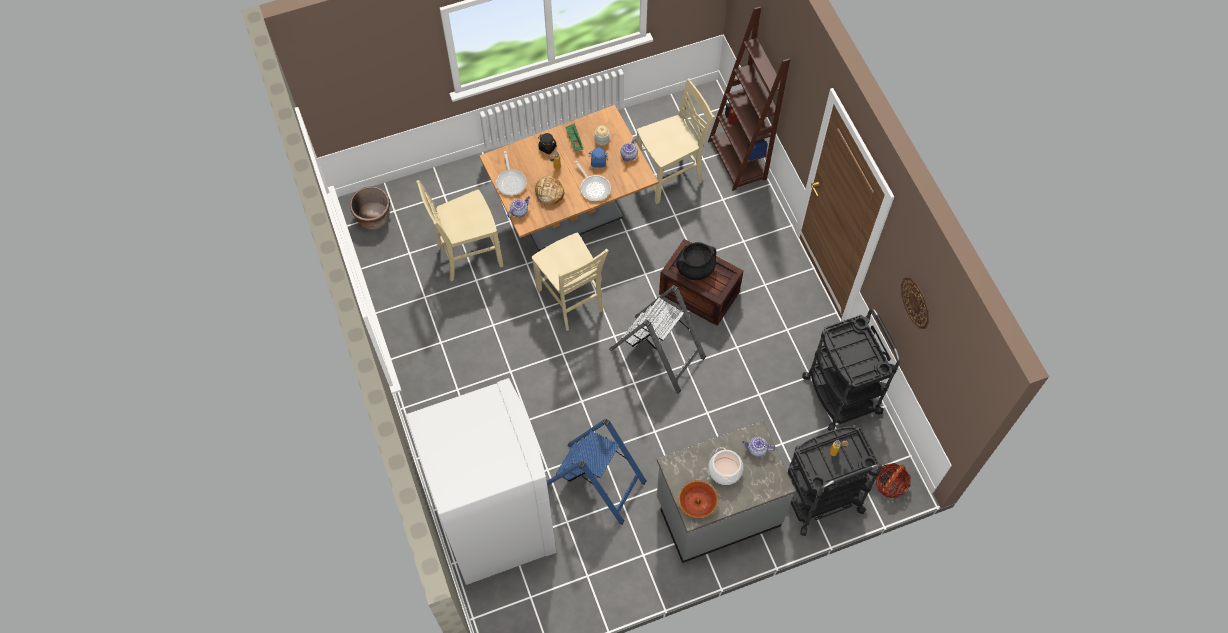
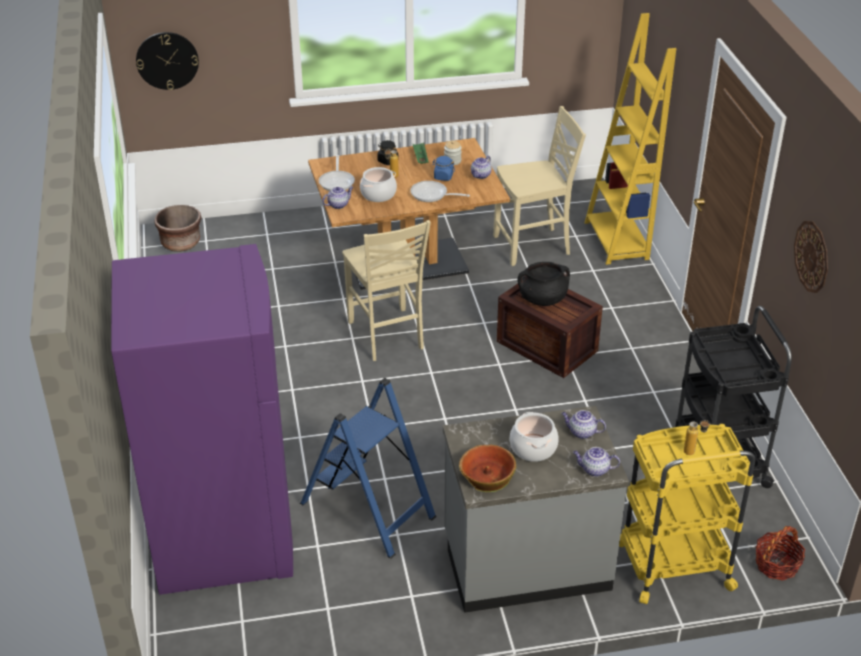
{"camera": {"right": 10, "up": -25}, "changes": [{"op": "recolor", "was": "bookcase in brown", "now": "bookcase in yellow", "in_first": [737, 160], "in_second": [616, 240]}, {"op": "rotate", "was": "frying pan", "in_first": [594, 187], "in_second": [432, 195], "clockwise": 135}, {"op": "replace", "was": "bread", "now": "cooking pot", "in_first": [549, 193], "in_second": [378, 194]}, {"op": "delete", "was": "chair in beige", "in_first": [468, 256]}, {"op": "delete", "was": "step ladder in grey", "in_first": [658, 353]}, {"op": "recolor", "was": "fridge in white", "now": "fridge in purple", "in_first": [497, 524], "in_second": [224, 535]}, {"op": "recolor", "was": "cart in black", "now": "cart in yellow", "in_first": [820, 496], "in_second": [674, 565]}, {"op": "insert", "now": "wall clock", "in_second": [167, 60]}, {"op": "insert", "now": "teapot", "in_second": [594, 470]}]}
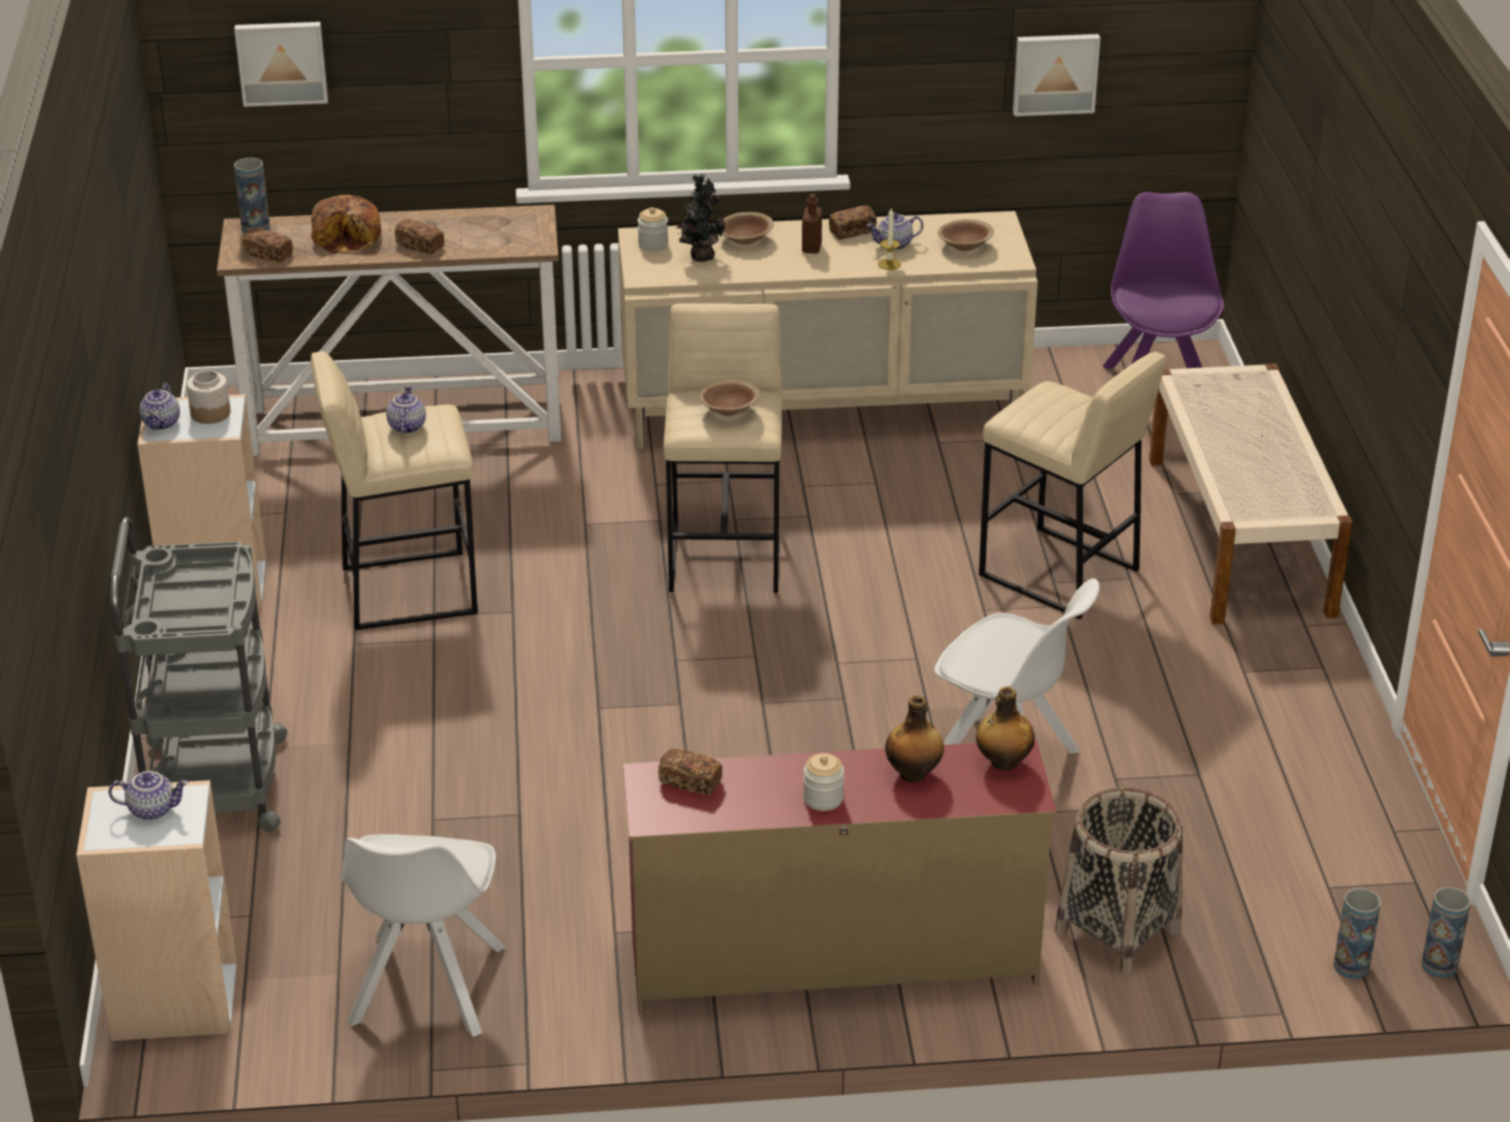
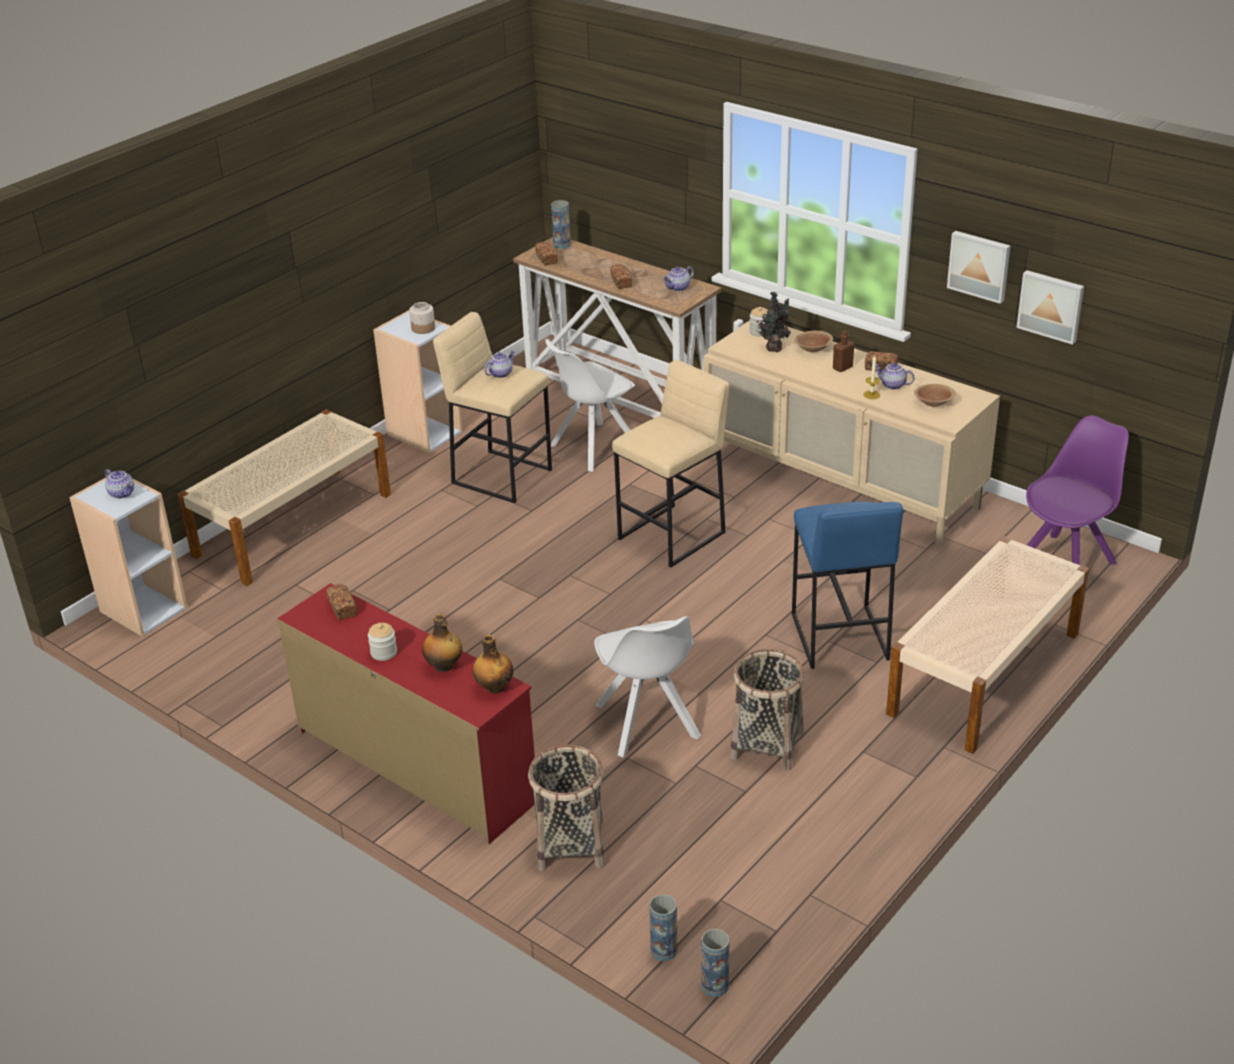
{"camera": {"right": 45, "up": 0}, "changes": [{"op": "move", "was": "picture", "in_first": [282, 62], "in_second": [979, 265]}, {"op": "delete", "was": "bread", "in_first": [348, 237]}, {"op": "recolor", "was": "stool in beige", "now": "stool in blue", "in_first": [1061, 573], "in_second": [840, 638]}, {"op": "delete", "was": "bowl in brown", "in_first": [729, 410]}, {"op": "move", "was": "teapot", "in_first": [162, 423], "in_second": [678, 288]}, {"op": "replace", "was": "cart in grey", "now": "bench in beige", "in_first": [214, 787], "in_second": [292, 524]}, {"op": "move", "was": "chair in white", "in_first": [426, 987], "in_second": [593, 447]}, {"op": "insert", "now": "basket", "in_second": [766, 745]}]}
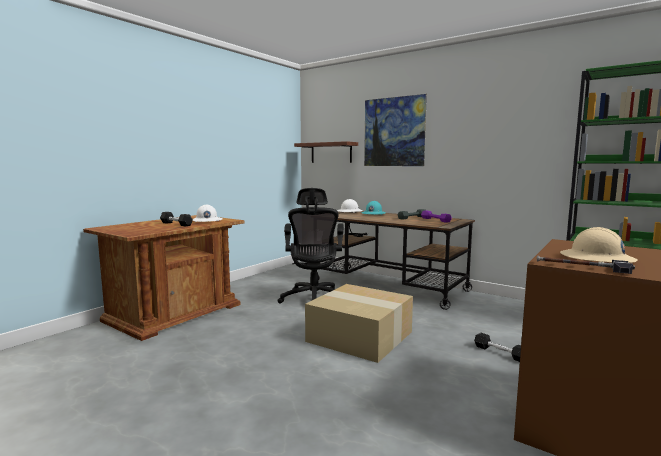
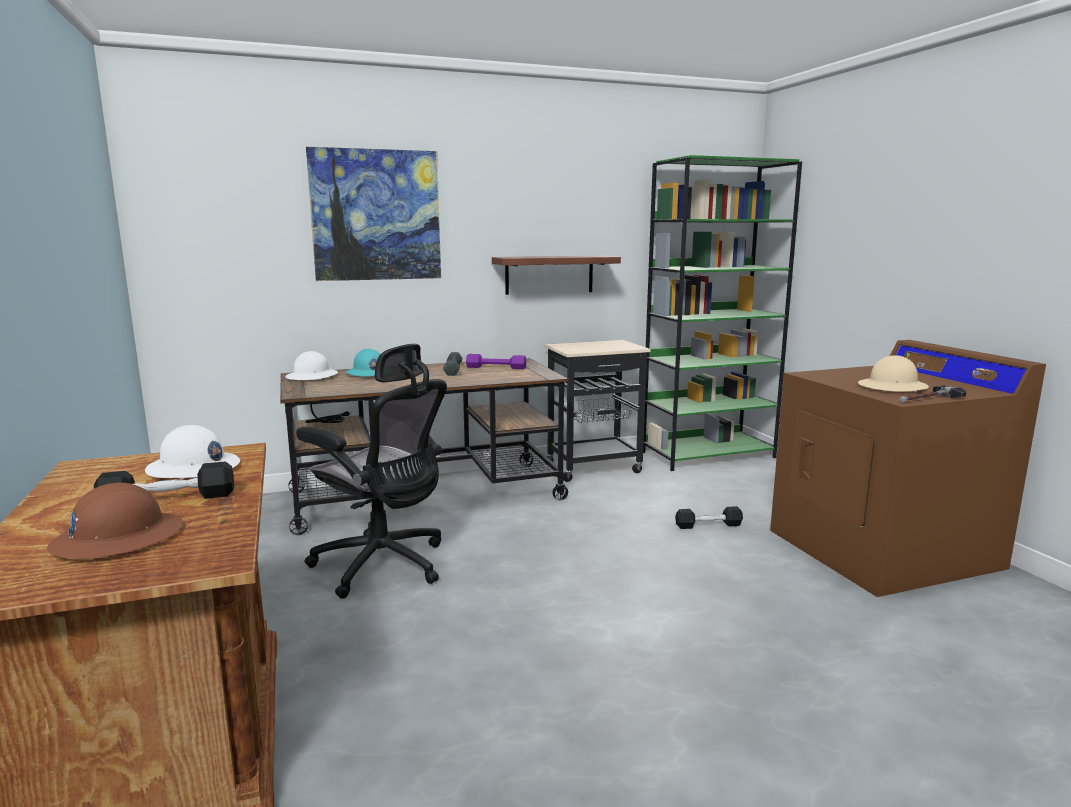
{"camera": {"right": -55, "up": 5}, "changes": [{"op": "move", "was": "shelf", "in_first": [331, 153], "in_second": [549, 274]}, {"op": "delete", "was": "cardboard box", "in_first": [361, 336]}, {"op": "insert", "now": "cart", "in_second": [594, 468]}, {"op": "insert", "now": "hard hat in brown", "in_second": [118, 538]}]}
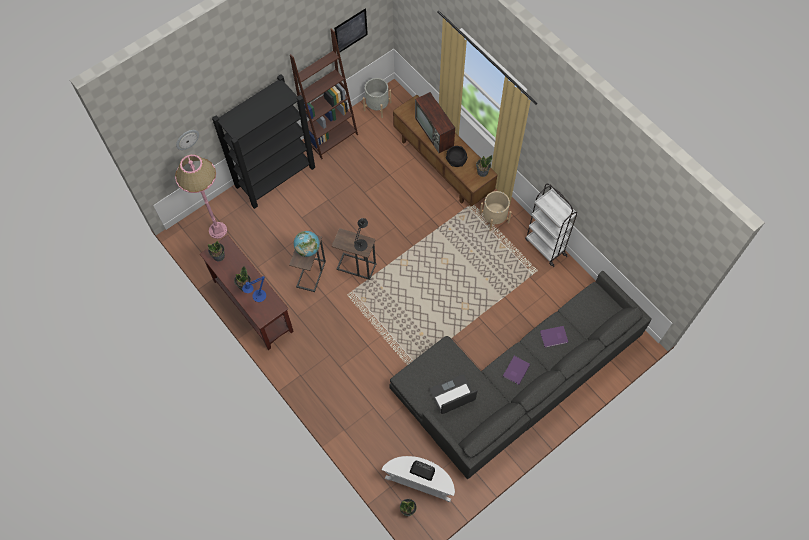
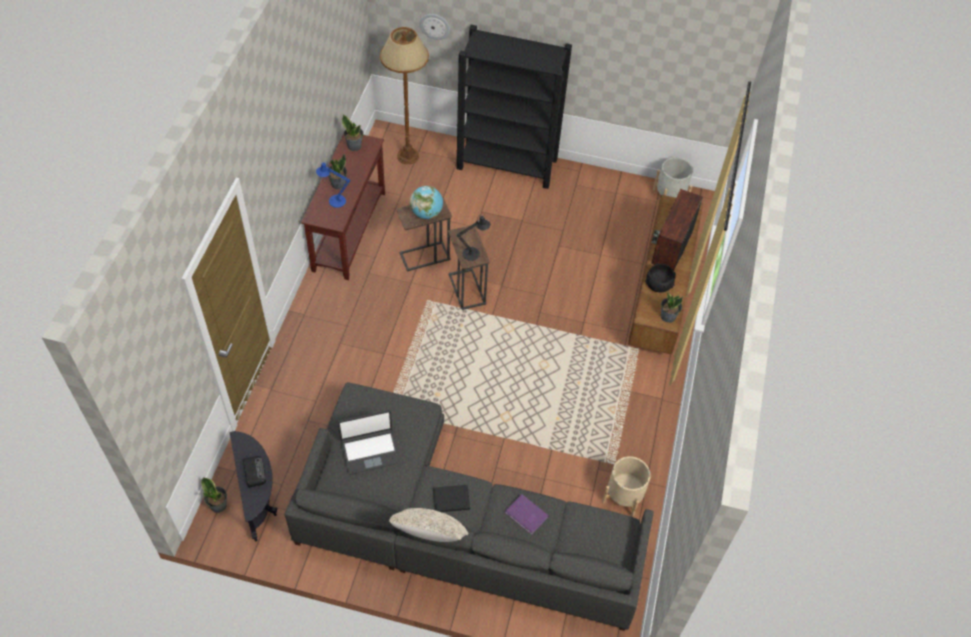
{"camera": {"right": 50, "up": -10}, "changes": [{"op": "delete", "was": "picture", "in_first": [351, 31]}, {"op": "delete", "was": "bookcase in brown", "in_first": [331, 138]}, {"op": "recolor", "was": "floor lamp in pink", "now": "floor lamp in brown", "in_first": [218, 230], "in_second": [408, 156]}, {"op": "delete", "was": "cart in white", "in_first": [545, 247]}, {"op": "move", "was": "planter in beige", "in_first": [494, 218], "in_second": [623, 496]}, {"op": "recolor", "was": "book in purple", "now": "book in black", "in_first": [515, 370], "in_second": [450, 498]}, {"op": "rotate", "was": "laptop", "in_first": [452, 395], "in_second": [370, 451], "clockwise": 135}, {"op": "recolor", "was": "side table in white", "now": "side table in black", "in_first": [420, 482], "in_second": [259, 498]}, {"op": "insert", "now": "pillow in beige", "in_second": [429, 538]}]}
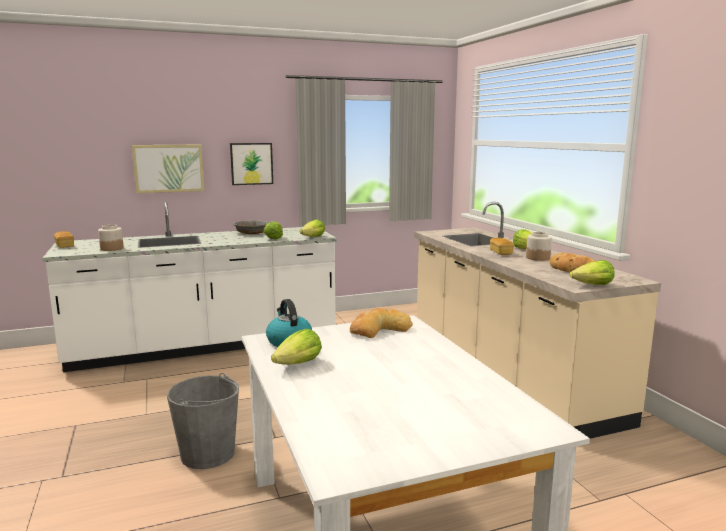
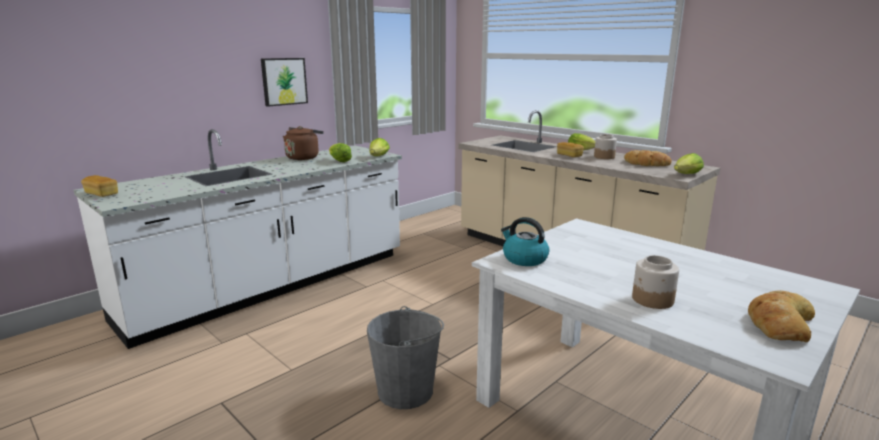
{"camera": {"right": -25, "up": 5}, "changes": [{"op": "delete", "was": "picture", "in_first": [168, 168]}, {"op": "replace", "was": "bowl in grey", "now": "kettle in brown", "in_first": [251, 232], "in_second": [303, 157]}, {"op": "move", "was": "jar", "in_first": [111, 249], "in_second": [652, 300]}, {"op": "move", "was": "bread", "in_first": [379, 329], "in_second": [779, 323]}, {"op": "delete", "was": "lettuce", "in_first": [298, 364]}]}
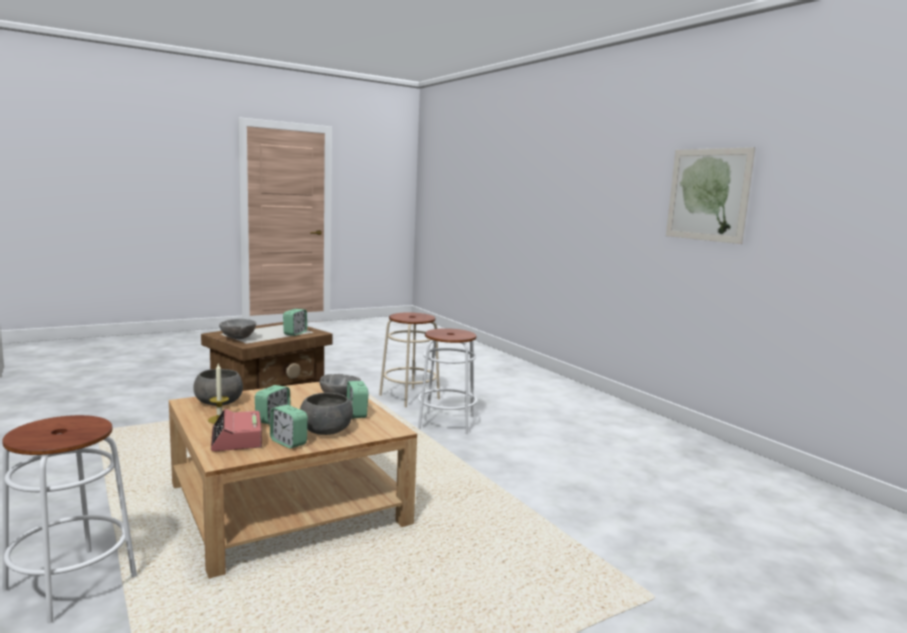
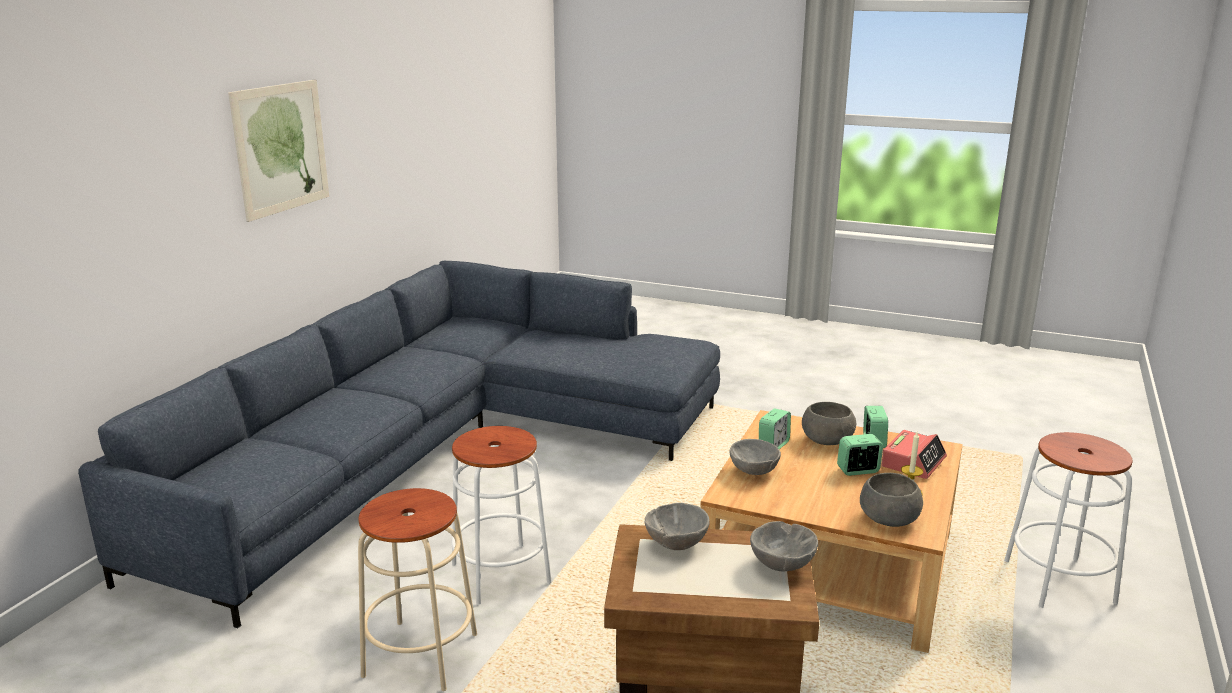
{"camera": {"right": -125, "up": 10}, "changes": [{"op": "replace", "was": "alarm clock", "now": "bowl in grey", "in_first": [295, 333], "in_second": [676, 544]}, {"op": "insert", "now": "sofa in blue", "in_second": [446, 449]}]}
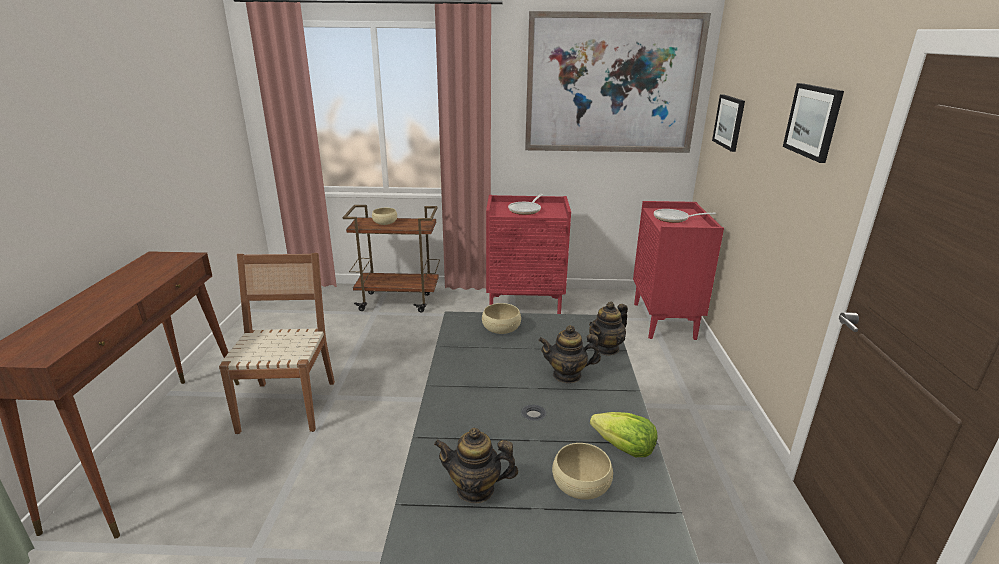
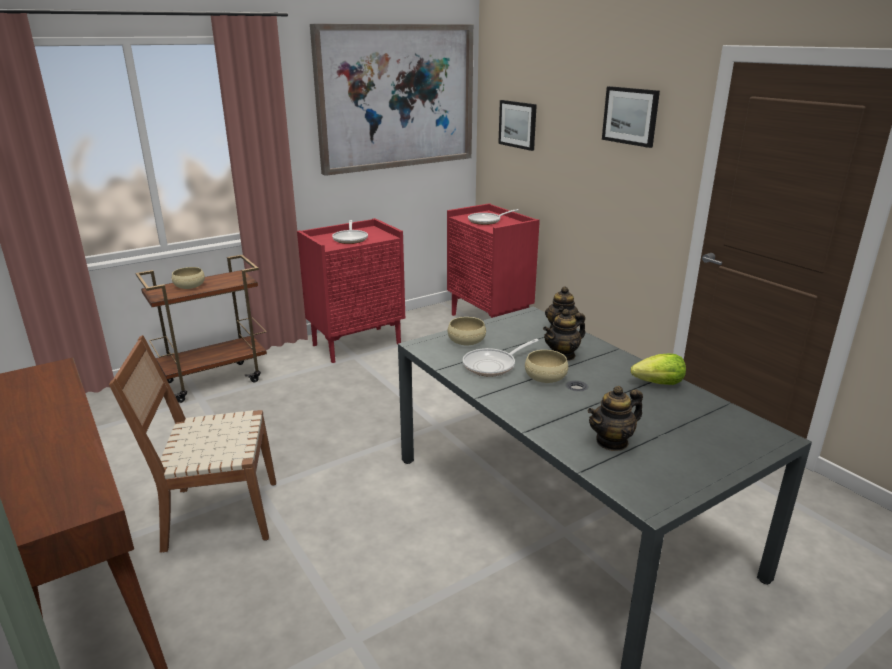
{"camera": {"right": -35, "up": 0}, "changes": [{"op": "rotate", "was": "chair", "in_first": [289, 403], "in_second": [216, 515], "clockwise": -60}, {"op": "move", "was": "bowl in beige", "in_first": [580, 484], "in_second": [545, 377]}, {"op": "insert", "now": "frying pan", "in_second": [493, 365]}]}
